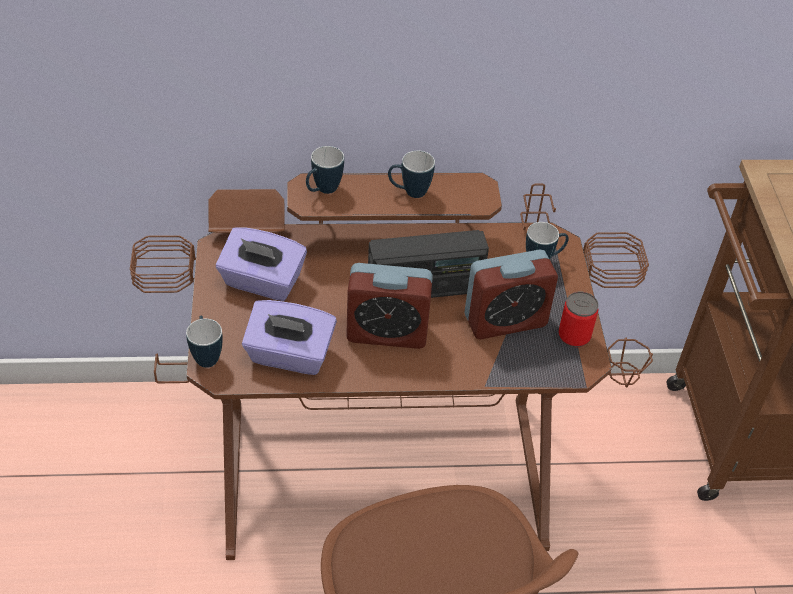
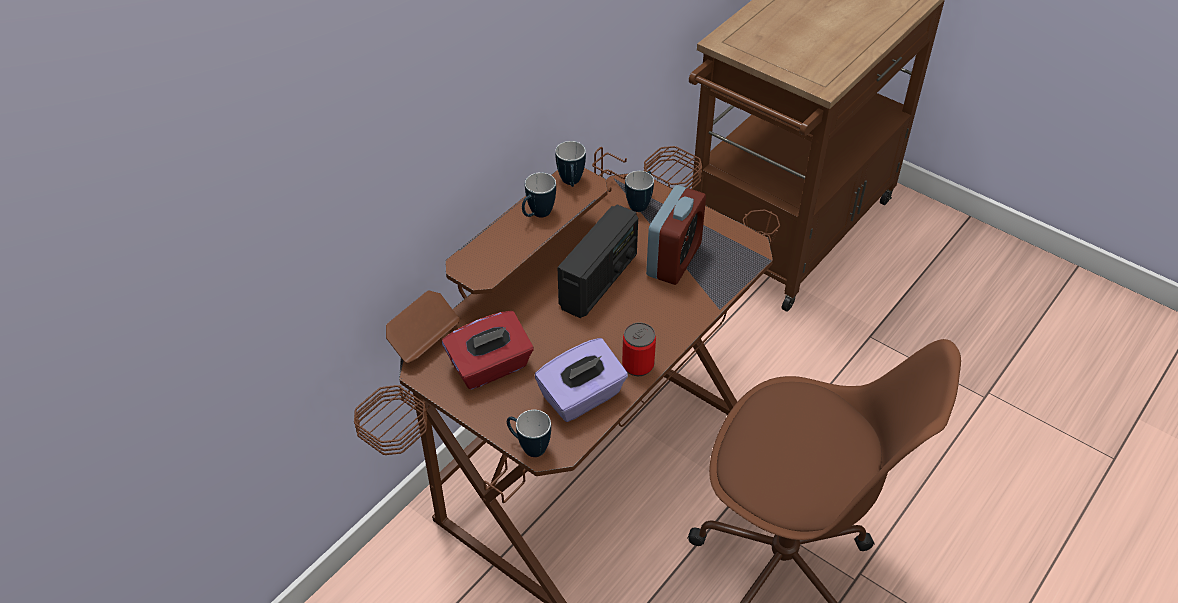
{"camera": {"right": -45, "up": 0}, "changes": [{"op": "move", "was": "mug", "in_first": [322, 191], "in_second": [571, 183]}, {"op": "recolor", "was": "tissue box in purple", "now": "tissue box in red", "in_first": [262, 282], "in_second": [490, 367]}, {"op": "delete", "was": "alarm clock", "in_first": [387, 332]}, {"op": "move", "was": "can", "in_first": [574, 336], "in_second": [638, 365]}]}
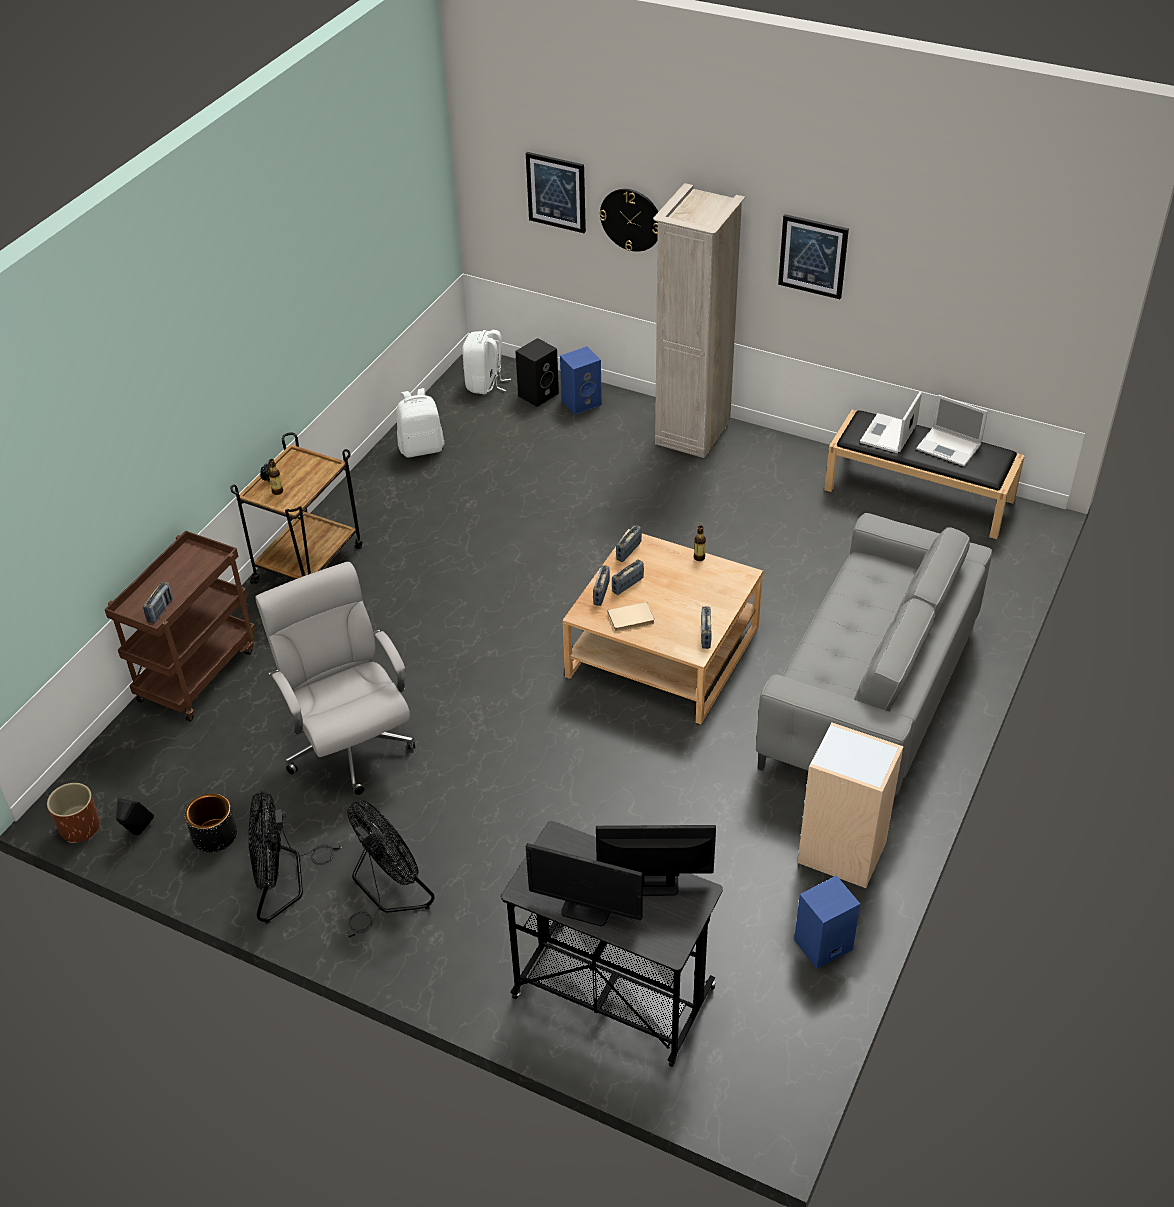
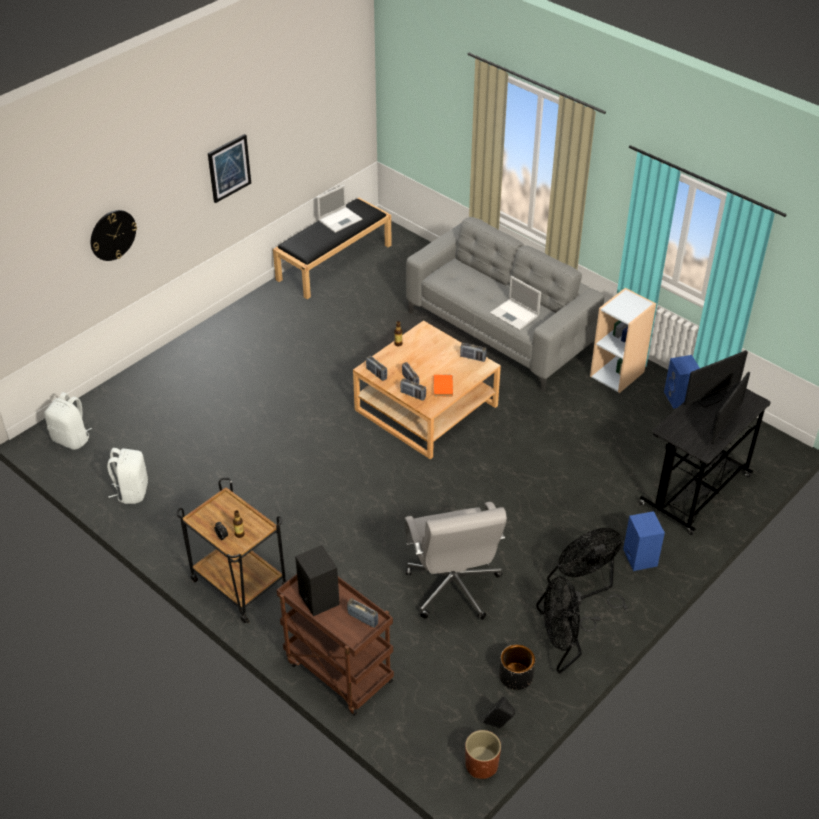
{"camera": {"right": -75, "up": 0}, "changes": [{"op": "delete", "was": "picture", "in_first": [556, 192]}, {"op": "delete", "was": "cabinet in beige", "in_first": [693, 433]}, {"op": "move", "was": "speaker in black", "in_first": [538, 394], "in_second": [317, 598]}, {"op": "move", "was": "speaker in blue", "in_first": [582, 402], "in_second": [639, 557]}, {"op": "move", "was": "laptop", "in_first": [888, 435], "in_second": [515, 315]}, {"op": "rotate", "was": "office chair in grey", "in_first": [349, 746], "in_second": [453, 585], "clockwise": -90}, {"op": "recolor", "was": "book in beige", "now": "book in orange", "in_first": [631, 619], "in_second": [444, 386]}, {"op": "rotate", "was": "fan in black", "in_first": [285, 874], "in_second": [564, 638], "clockwise": 75}, {"op": "rotate", "was": "monitor", "in_first": [655, 883], "in_second": [709, 398], "clockwise": -135}]}
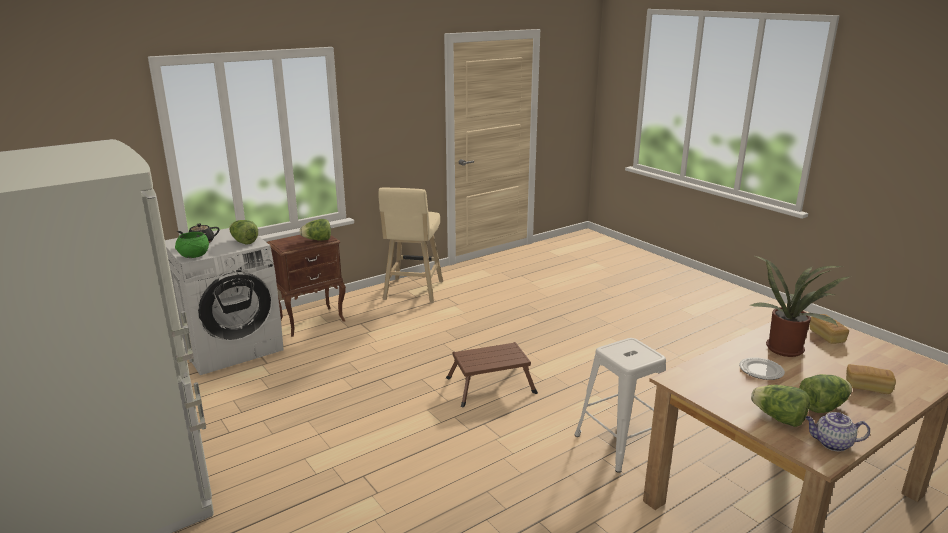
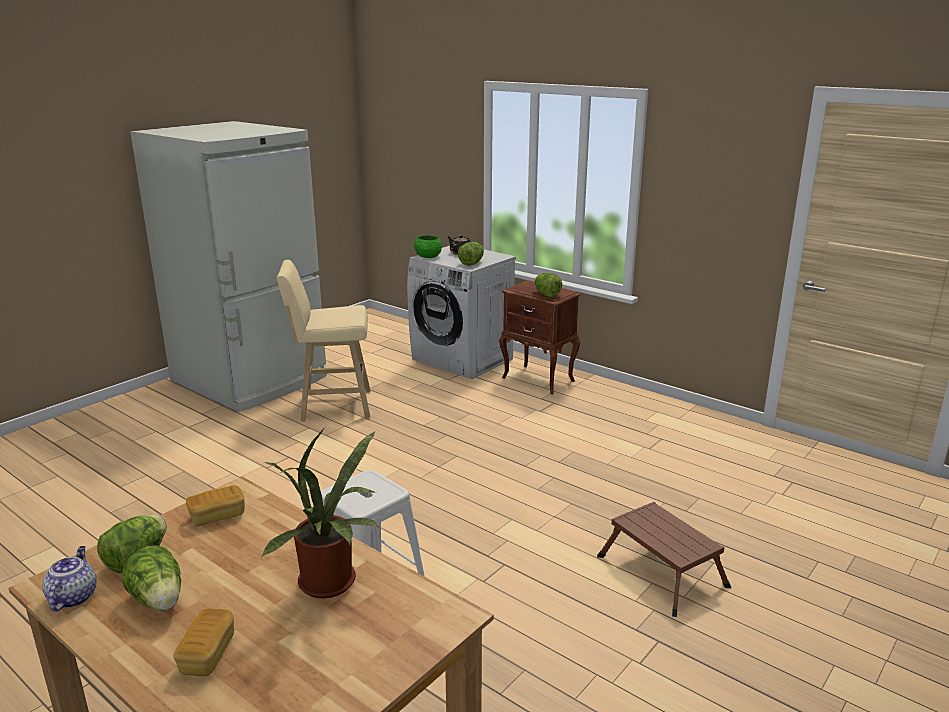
{"camera": {"right": 75, "up": 0}, "changes": [{"op": "move", "was": "stool in beige", "in_first": [412, 292], "in_second": [332, 406]}, {"op": "move", "was": "bread", "in_first": [826, 336], "in_second": [217, 516]}, {"op": "move", "was": "step ladder in brown", "in_first": [491, 385], "in_second": [662, 571]}, {"op": "delete", "was": "plate", "in_first": [760, 371]}]}
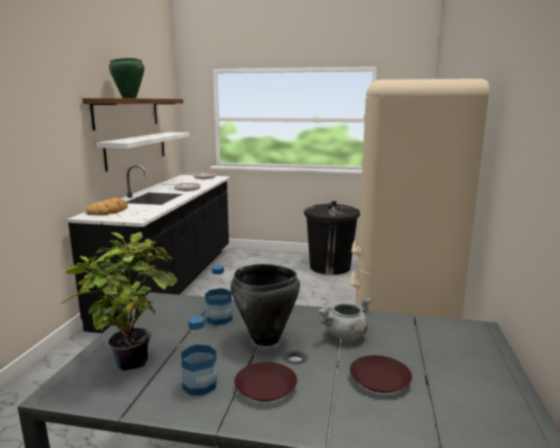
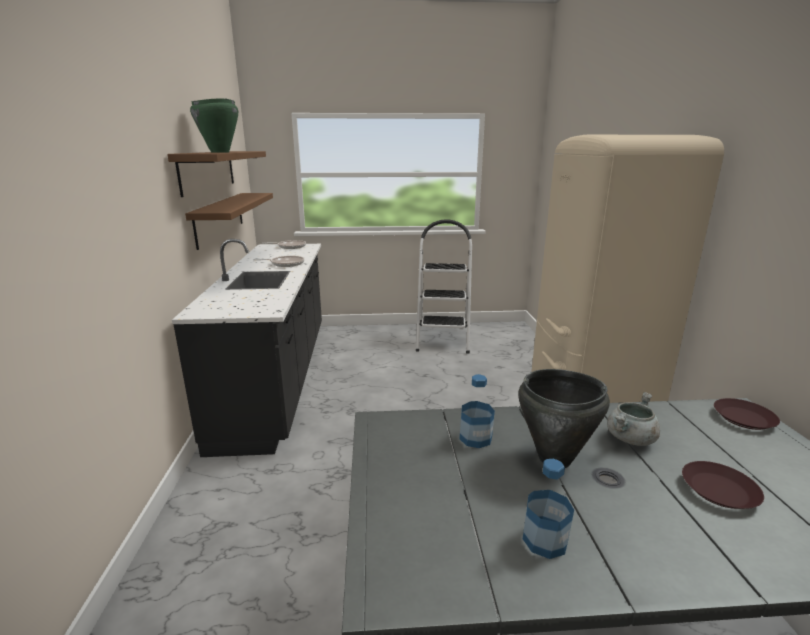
{"camera": {"right": -15, "up": 5}, "changes": [{"op": "recolor", "was": "shelf in white", "now": "shelf in brown", "in_first": [137, 149], "in_second": [220, 218]}, {"op": "delete", "was": "bread", "in_first": [109, 211]}, {"op": "replace", "was": "trash can in black", "now": "step ladder", "in_first": [330, 267], "in_second": [443, 337]}, {"op": "delete", "was": "potted plant", "in_first": [131, 358]}, {"op": "move", "was": "plate in brown", "in_first": [265, 386], "in_second": [743, 418]}]}
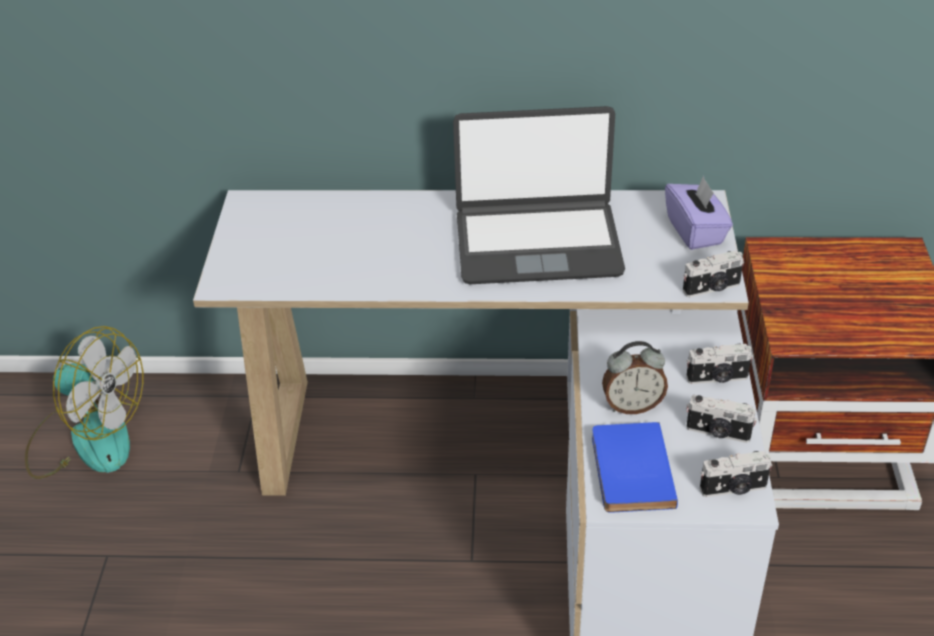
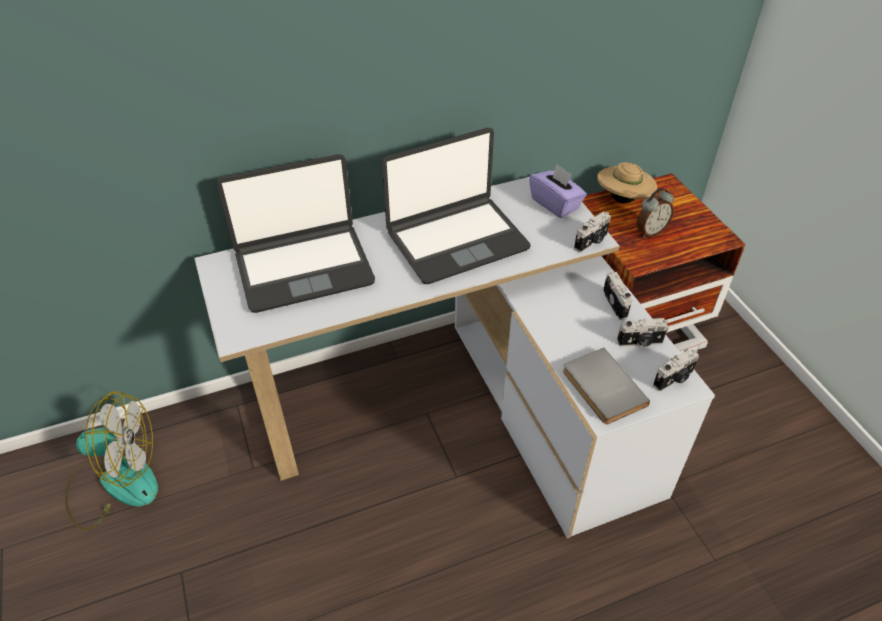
{"camera": {"right": -25, "up": 5}, "changes": [{"op": "move", "was": "alarm clock", "in_first": [632, 405], "in_second": [650, 231]}, {"op": "rotate", "was": "photo camera", "in_first": [717, 378], "in_second": [616, 304], "clockwise": -75}, {"op": "recolor", "was": "book in blue", "now": "book in grey", "in_first": [628, 470], "in_second": [601, 388]}, {"op": "insert", "now": "laptop", "in_second": [304, 268]}, {"op": "insert", "now": "hat in beige", "in_second": [623, 200]}]}
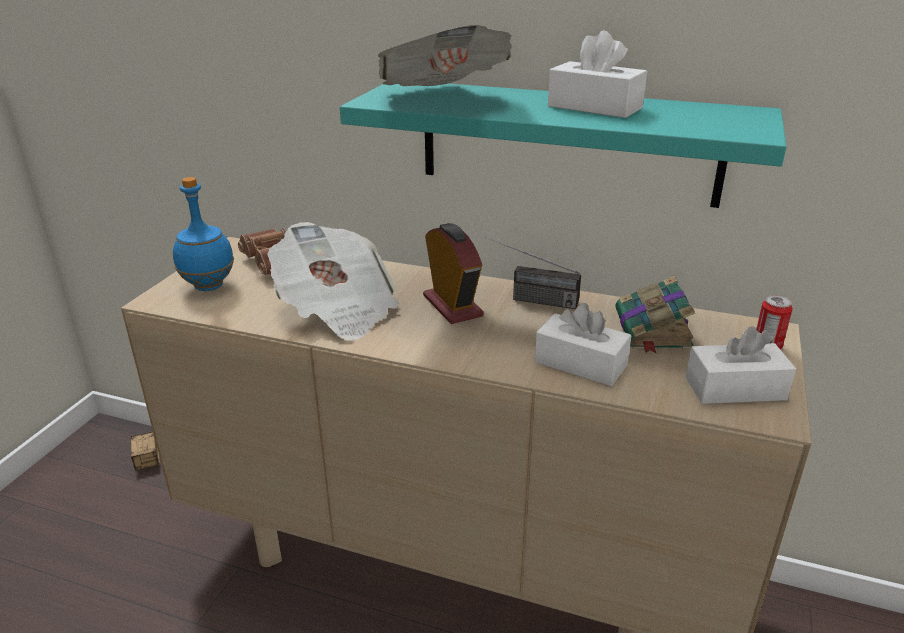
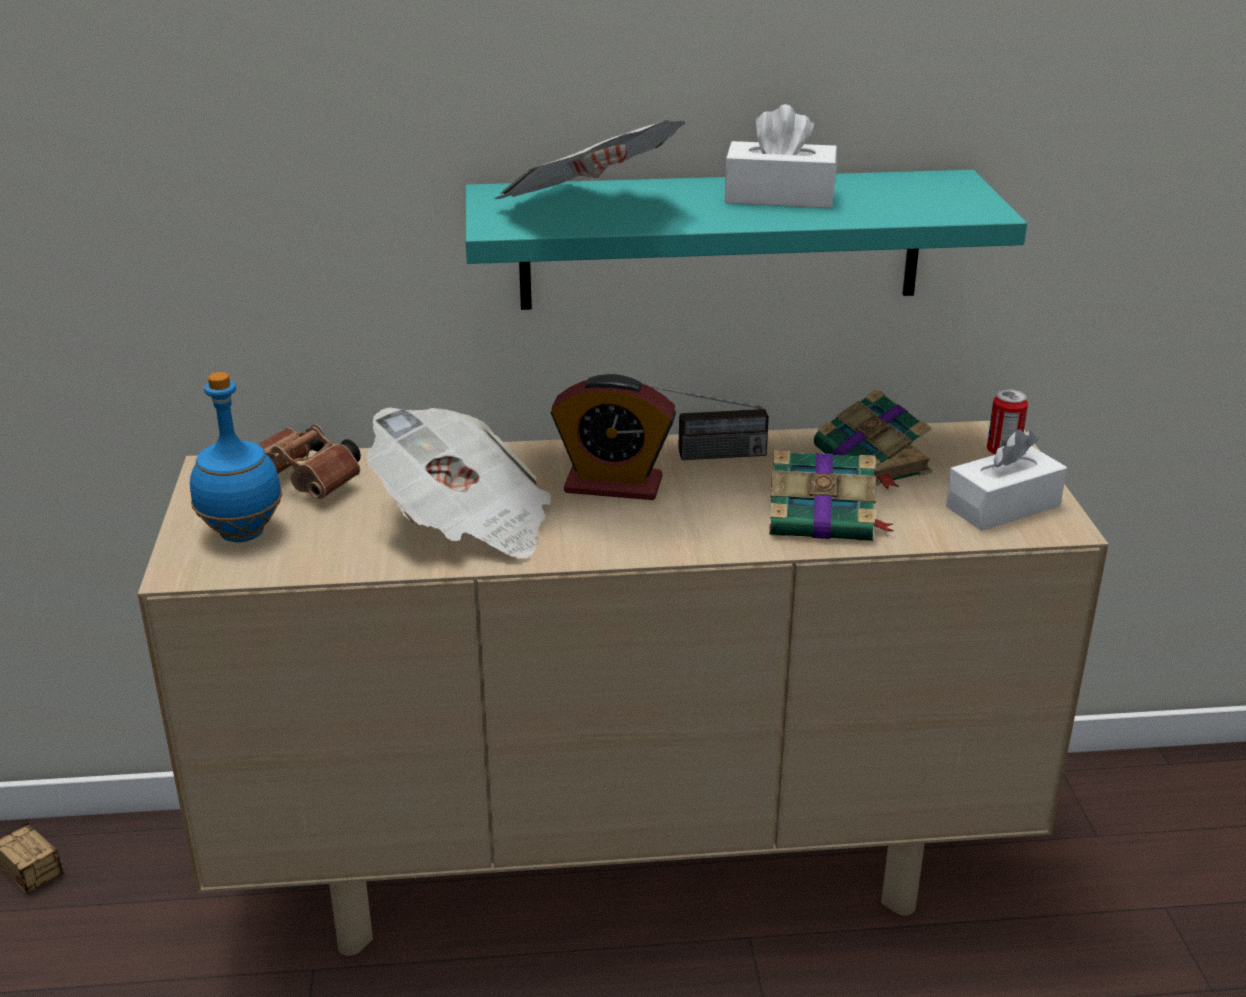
{"camera": {"right": -25, "up": 0}, "changes": [{"op": "rotate", "was": "alarm clock", "in_first": [452, 306], "in_second": [613, 485], "clockwise": 150}, {"op": "replace", "was": "tissue box in white", "now": "book", "in_first": [580, 363], "in_second": [824, 519]}]}
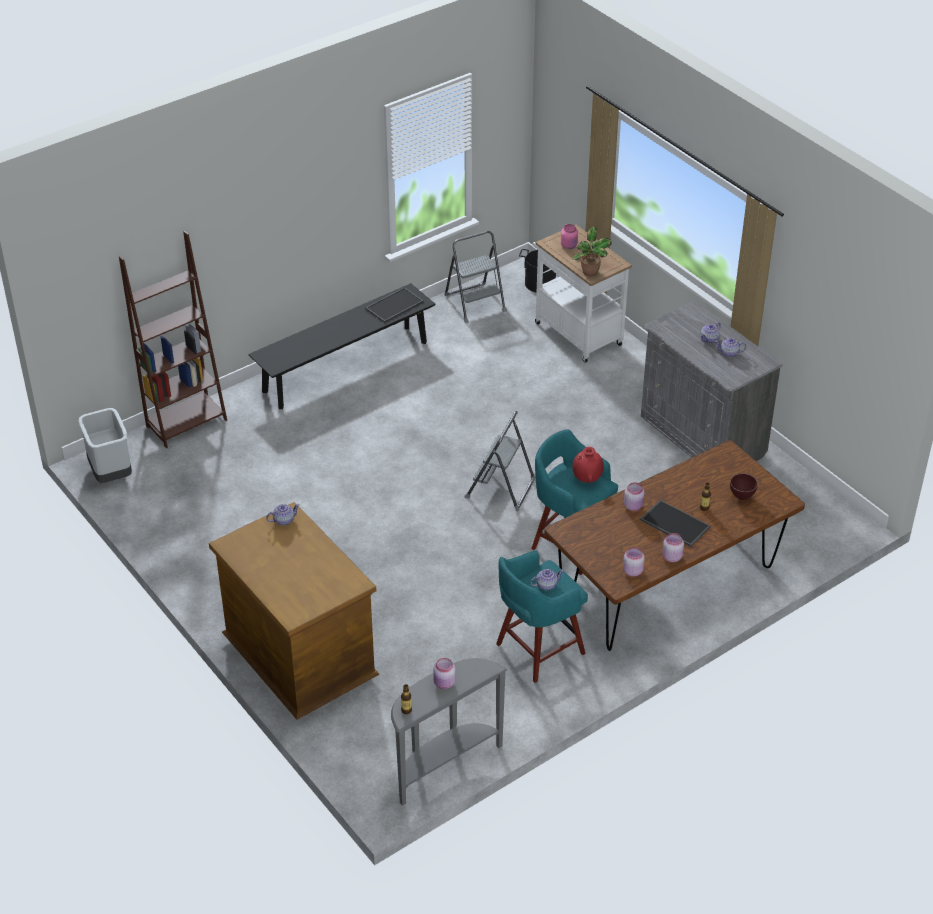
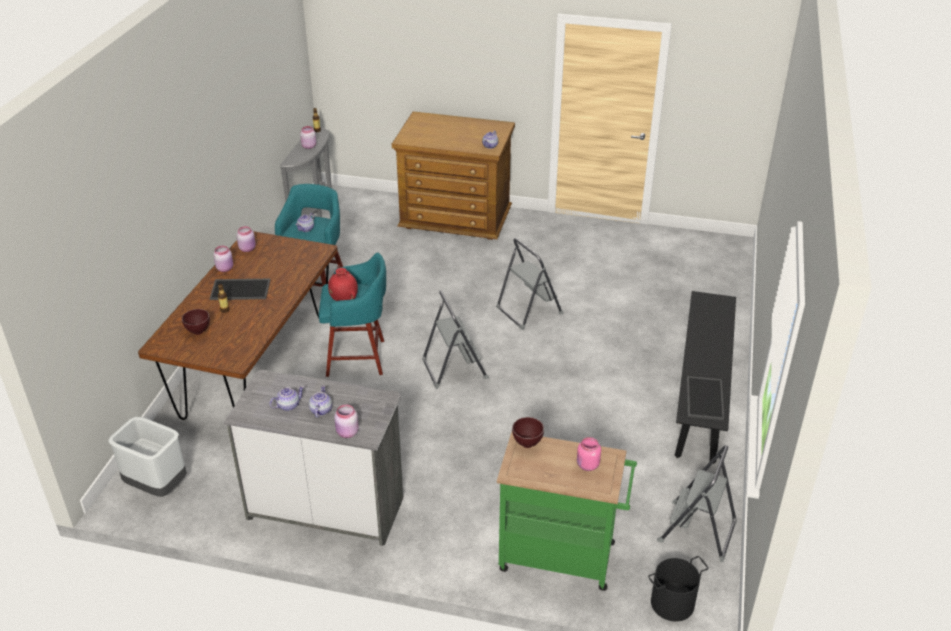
{"camera": {"right": 140, "up": -5}, "changes": [{"op": "recolor", "was": "cart in white", "now": "cart in green", "in_first": [576, 333], "in_second": [561, 558]}, {"op": "replace", "was": "potted plant", "now": "bowl in brown", "in_first": [590, 273], "in_second": [527, 444]}, {"op": "delete", "was": "bookcase in brown", "in_first": [186, 423]}, {"op": "move", "was": "trash can in grey", "in_first": [111, 473], "in_second": [156, 486]}, {"op": "move", "was": "jar in pink", "in_first": [633, 506], "in_second": [347, 433]}, {"op": "insert", "now": "step ladder in grey", "in_second": [527, 310]}]}
